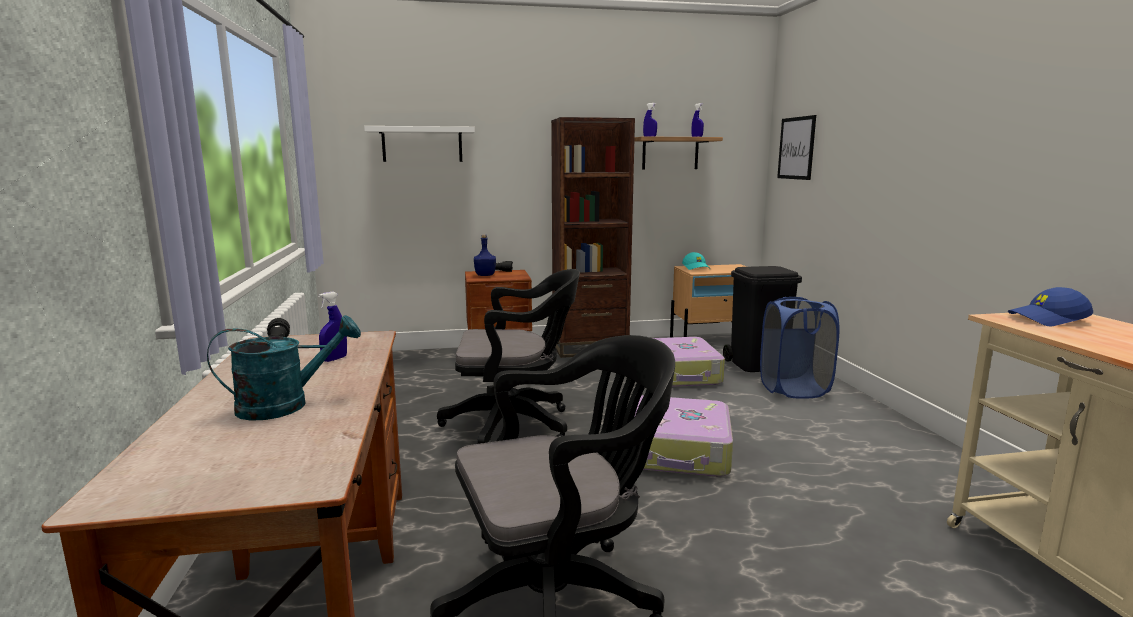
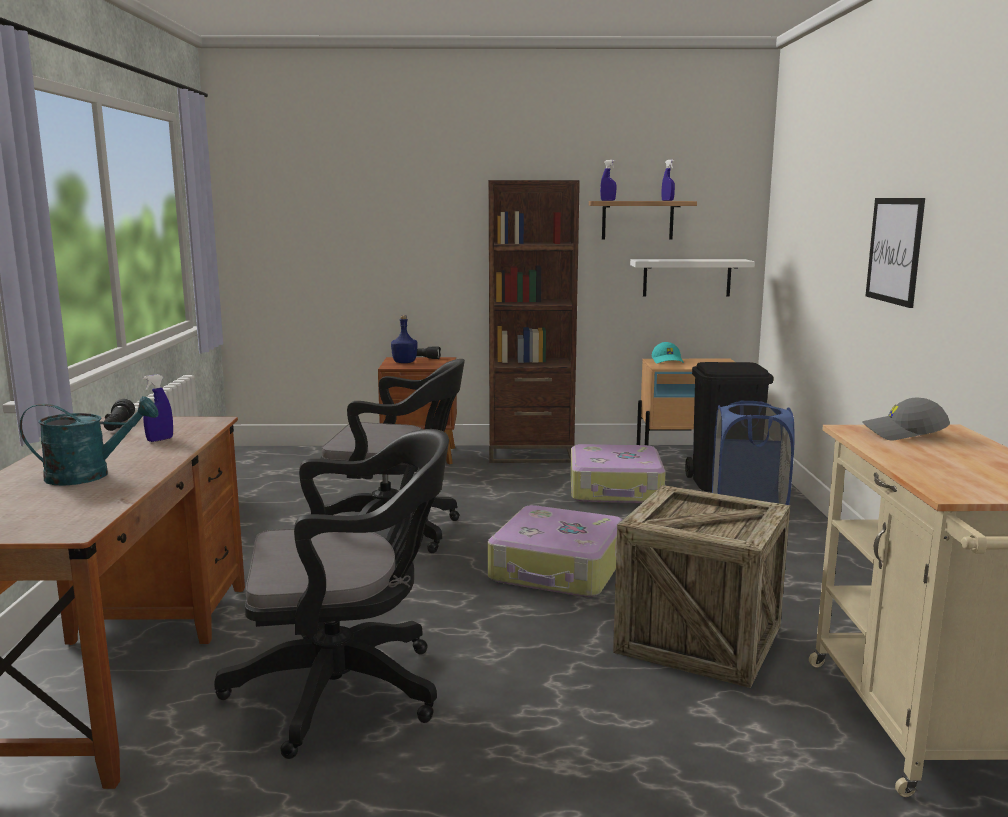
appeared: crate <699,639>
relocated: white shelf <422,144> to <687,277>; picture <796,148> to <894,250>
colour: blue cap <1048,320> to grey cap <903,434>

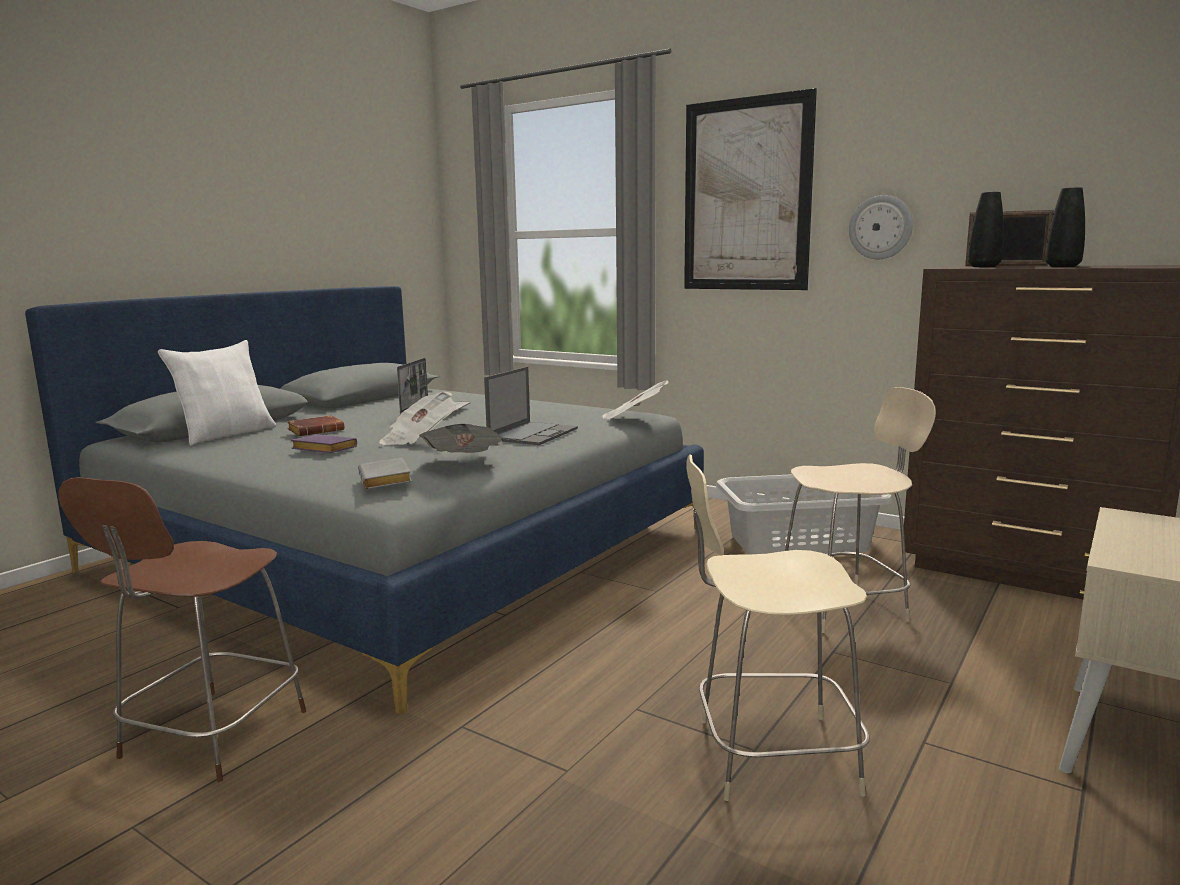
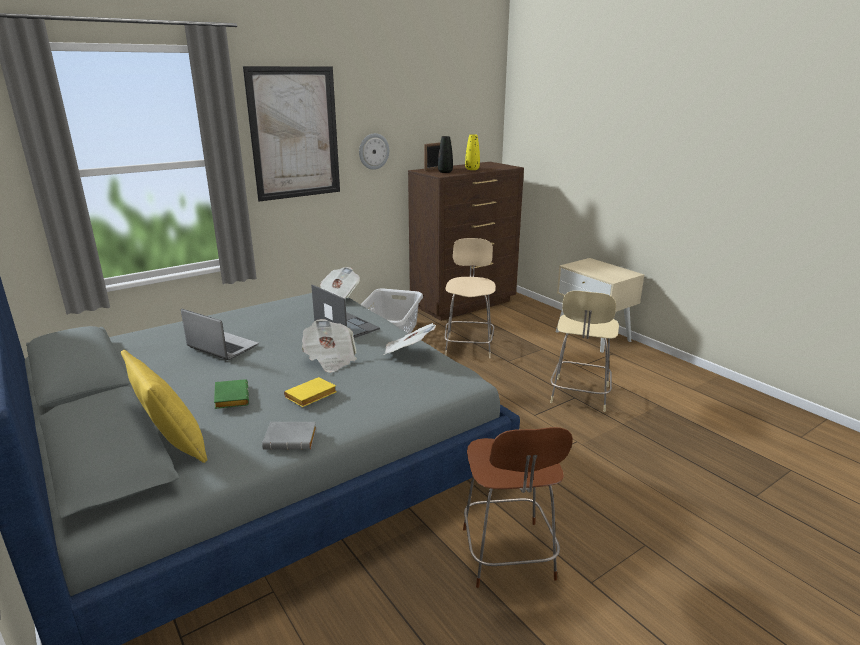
relocated: grey book <387,480> to <292,439>
colour: white pillow <226,434> to yellow pillow <173,444>; brown book <317,430> to green book <230,397>; purple book <322,449> to yellow book <310,397>; black vase <1062,266> to yellow vase <472,169>
spun: brown chair <210,737> = <508,556> 45 degrees clockwise

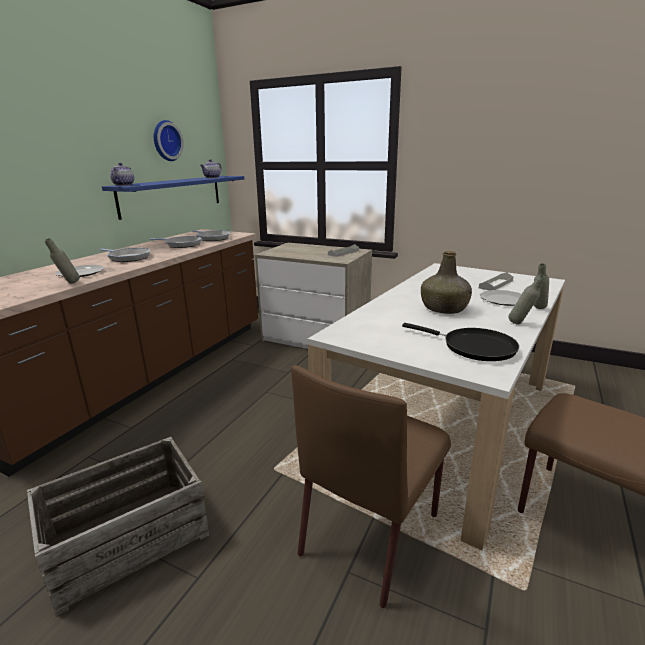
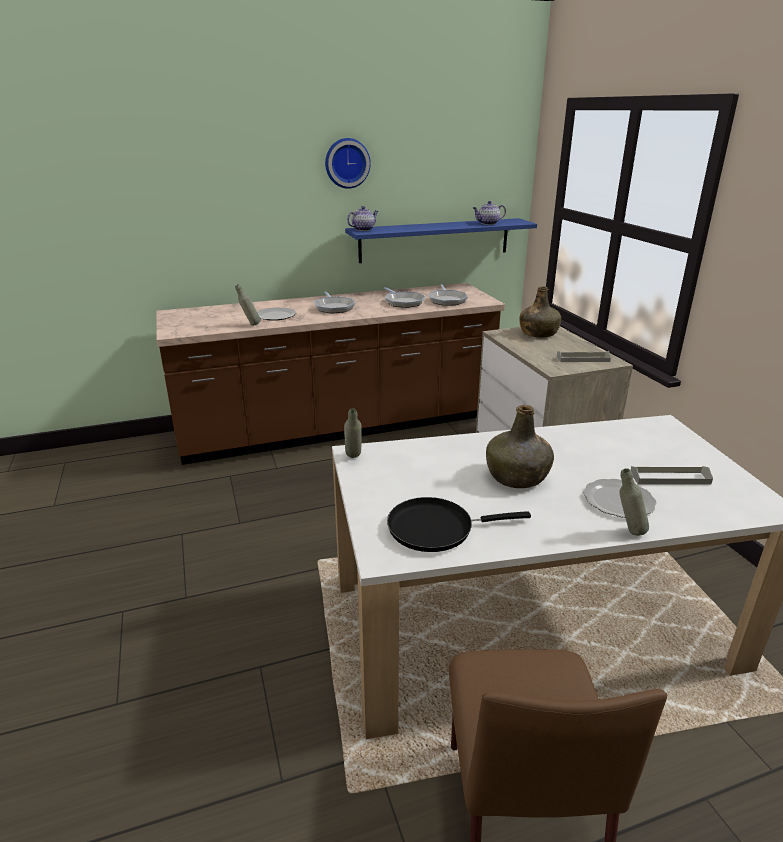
missing: crate <127,540>; brown chair <371,532>
appeared: green bottle <538,333>
relocated: wall clock <165,141> to <346,163>; grey bottle <521,324> to <353,459>
spun: black frying pan <473,347> = <436,528> 90 degrees clockwise

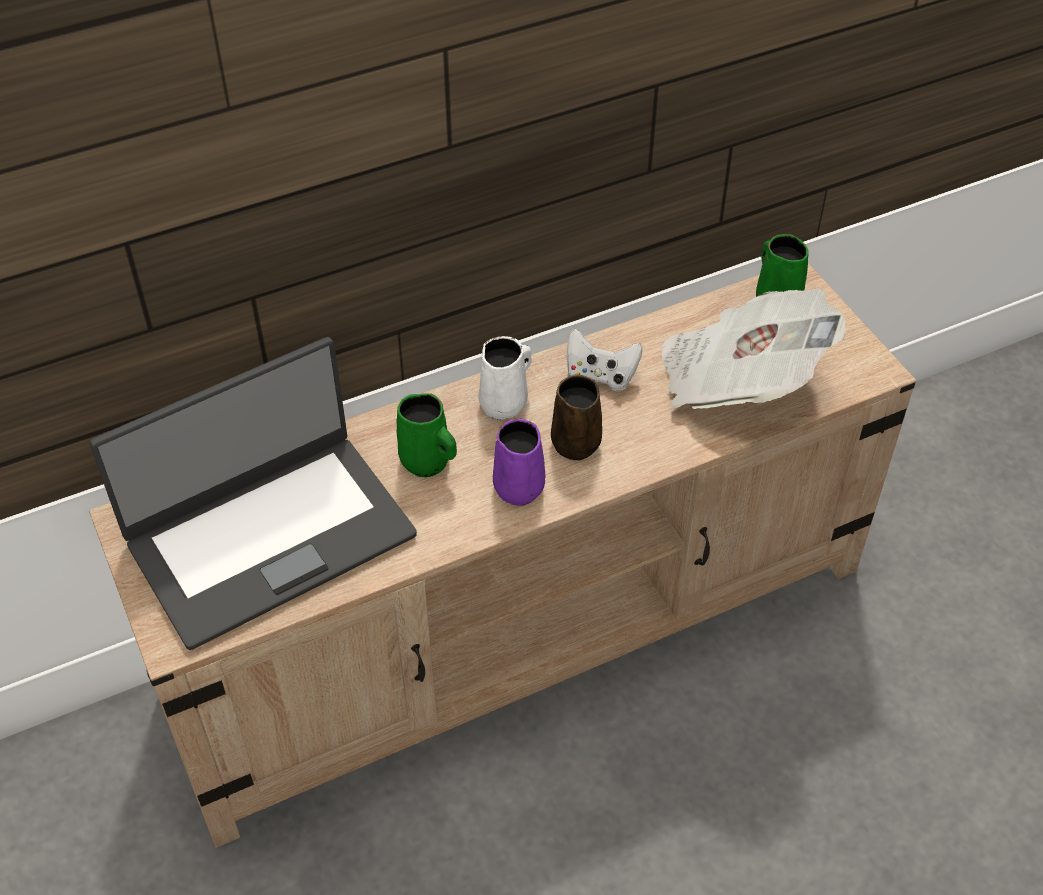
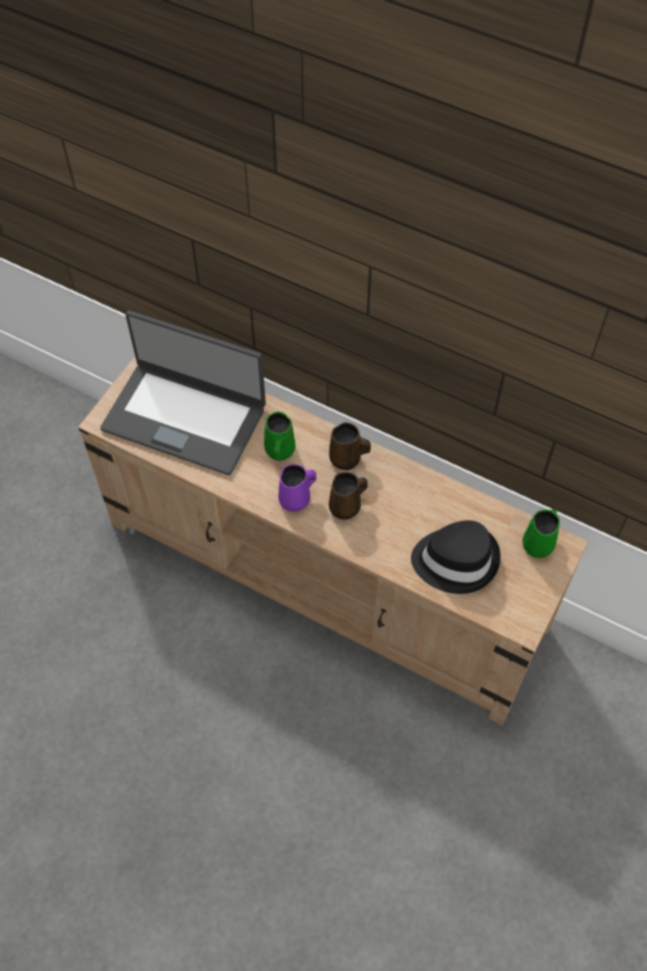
missing: white game controller <600,376>
exchanged: newspaper <739,380> to black hat <455,559>
colour: white mug <505,402> to brown mug <347,459>

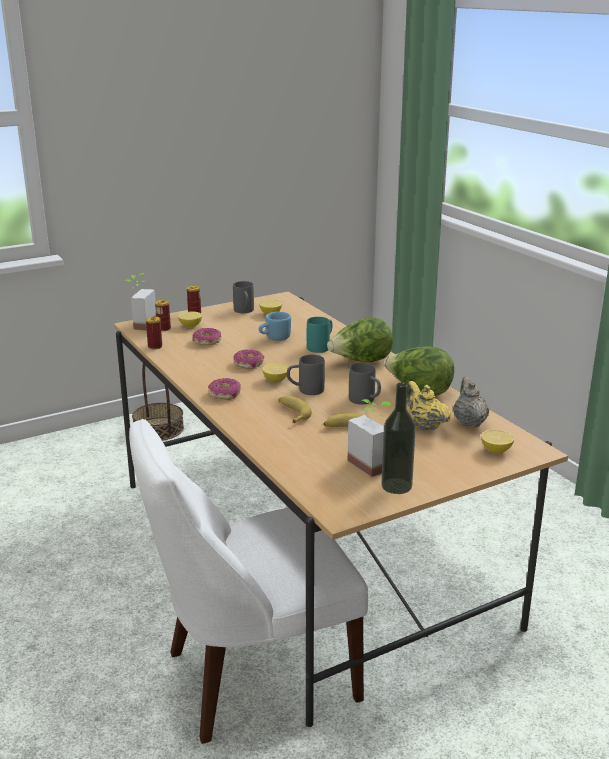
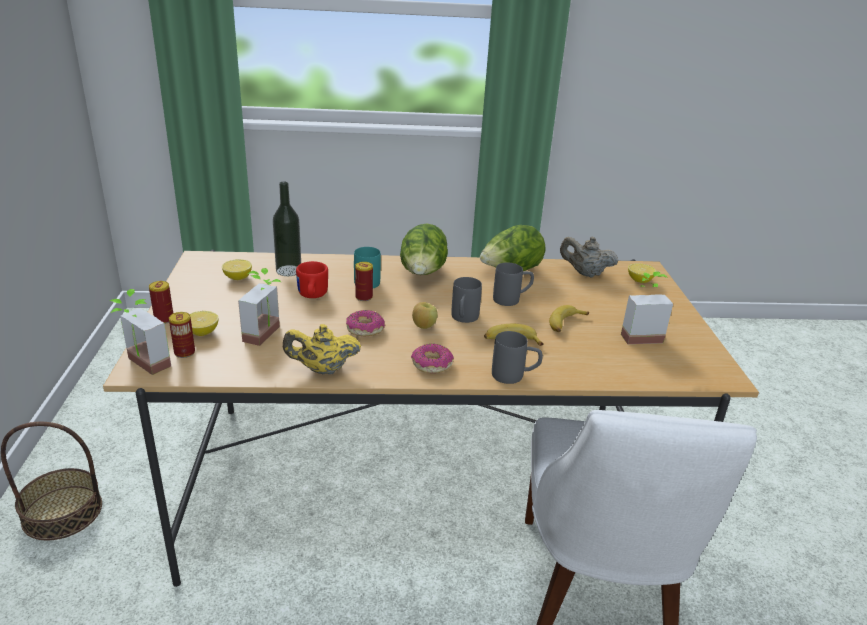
relocated: can <155,346> to <364,297>; grey mug <244,311> to <515,376>; bottle <396,486> to <288,270>; yellow teapot <424,425> to <322,369>
exchanged: donut <207,342> to potted plant <268,335>; lemon <276,380> to apple <423,326>
colour: blue mug <274,338> to red mug <312,296>

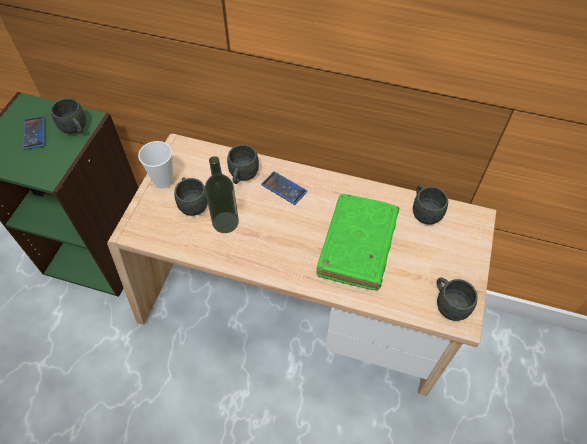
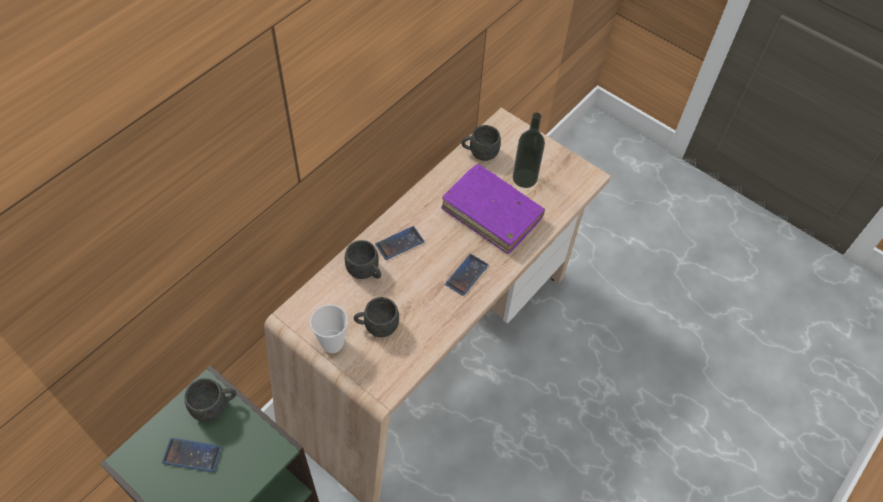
missing: grey mug <448,304>
appeared: phone <466,275>
relocated: bottle <225,222> to <524,178>
colour: green book <357,246> to purple book <491,214>

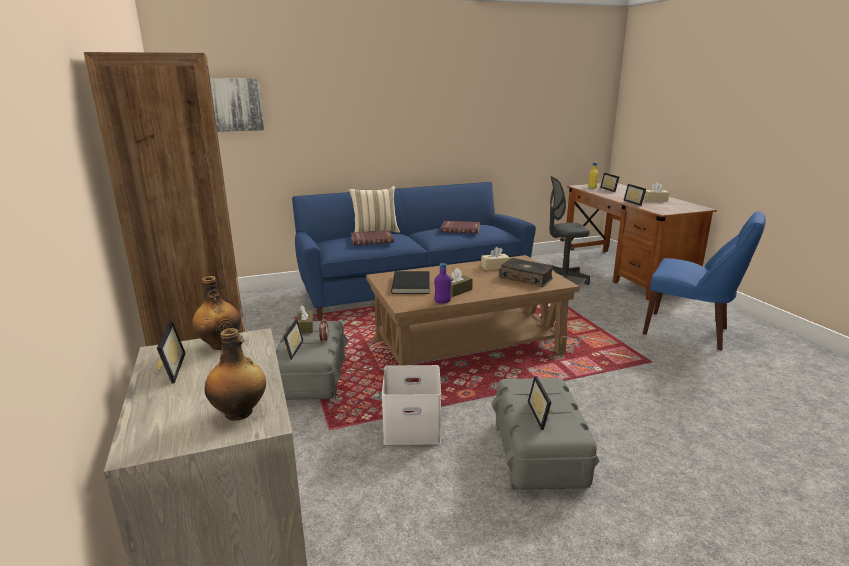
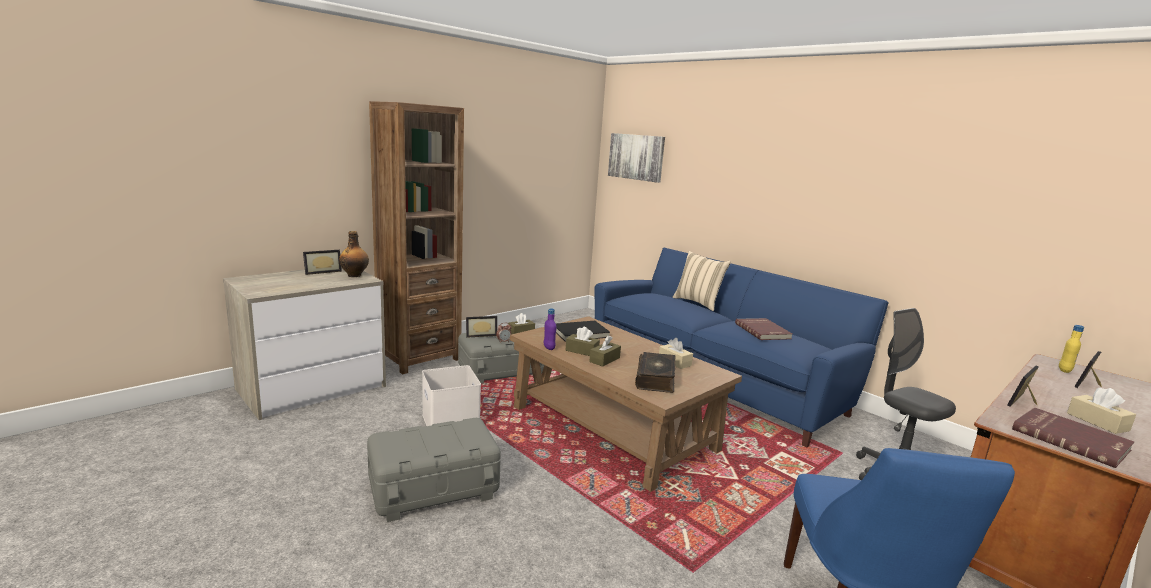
missing: bottle <240,413>; picture frame <542,415>
appeared: brown tissue box <604,360>
relocated: red book <372,239> to <1070,439>

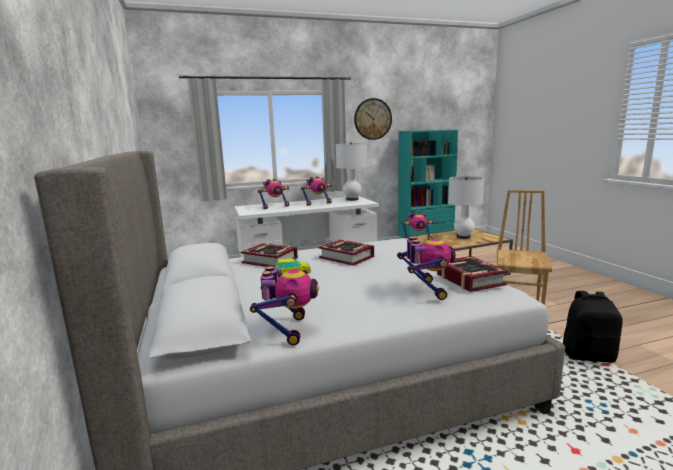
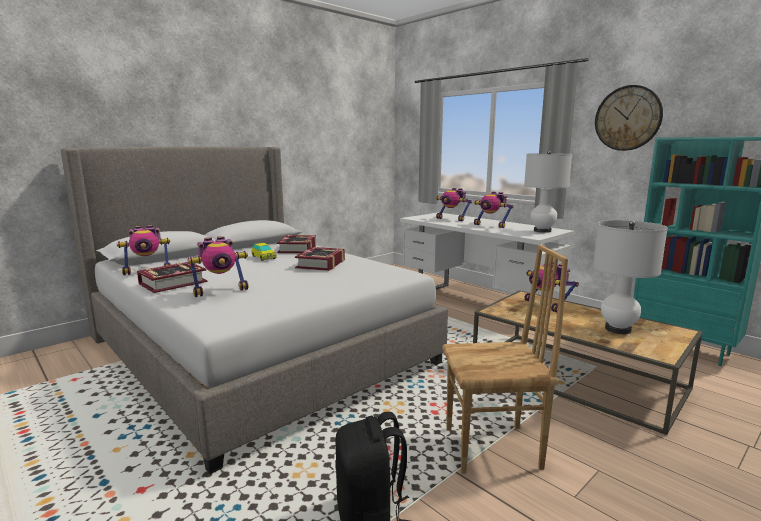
relocated: book <469,279> to <173,283>

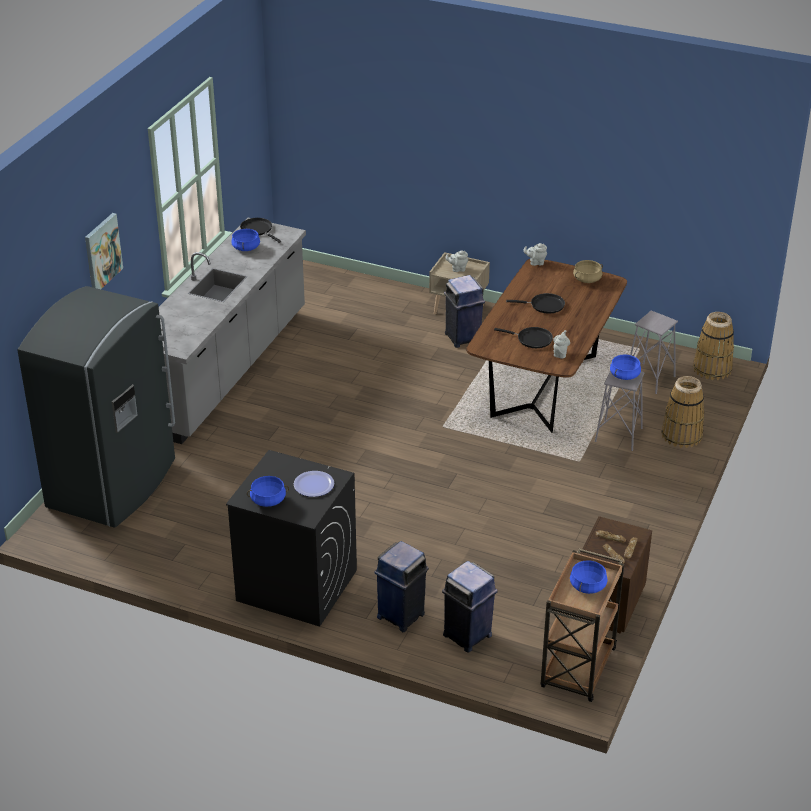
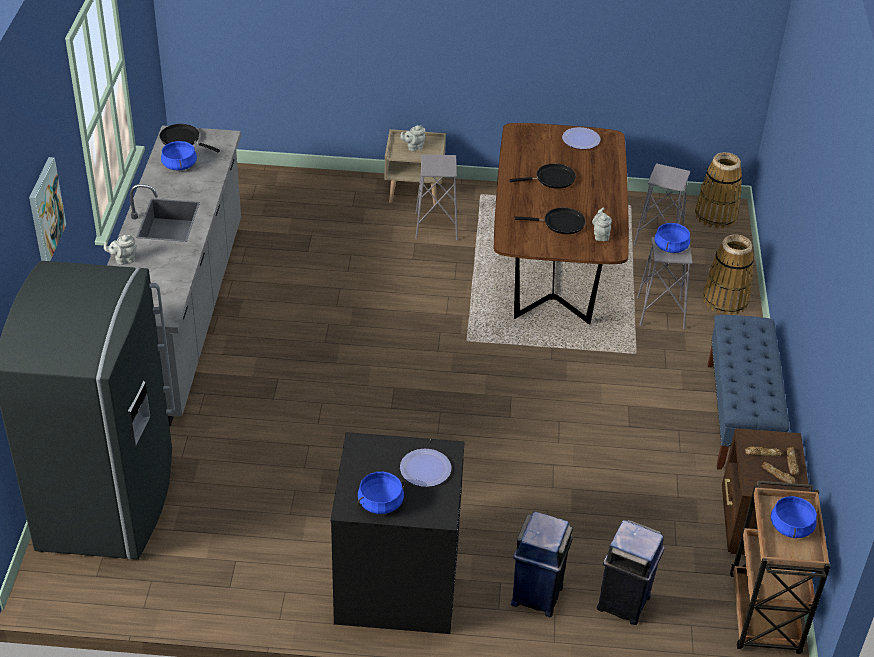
appeared: blue bench <739,417>
relocated: grey teapot <535,262> to <123,260>
exchanged: blue trash can <463,338> to grey stool <436,226>; beige cooking pot <587,279> to plate <581,139>

